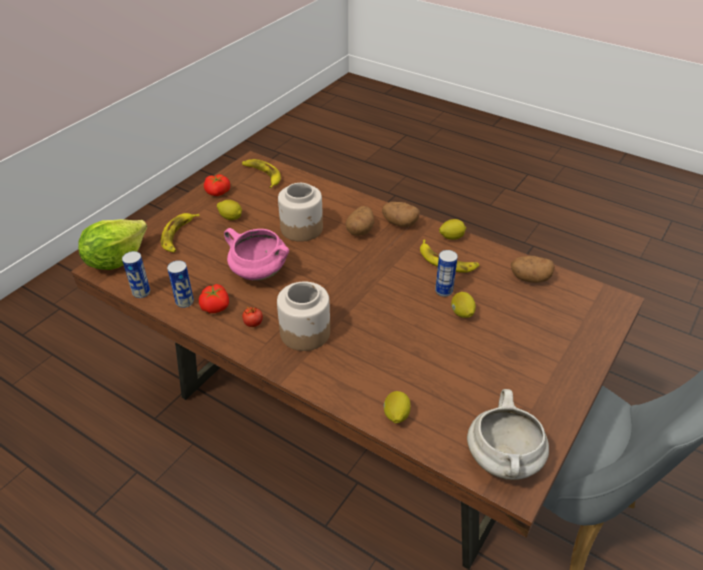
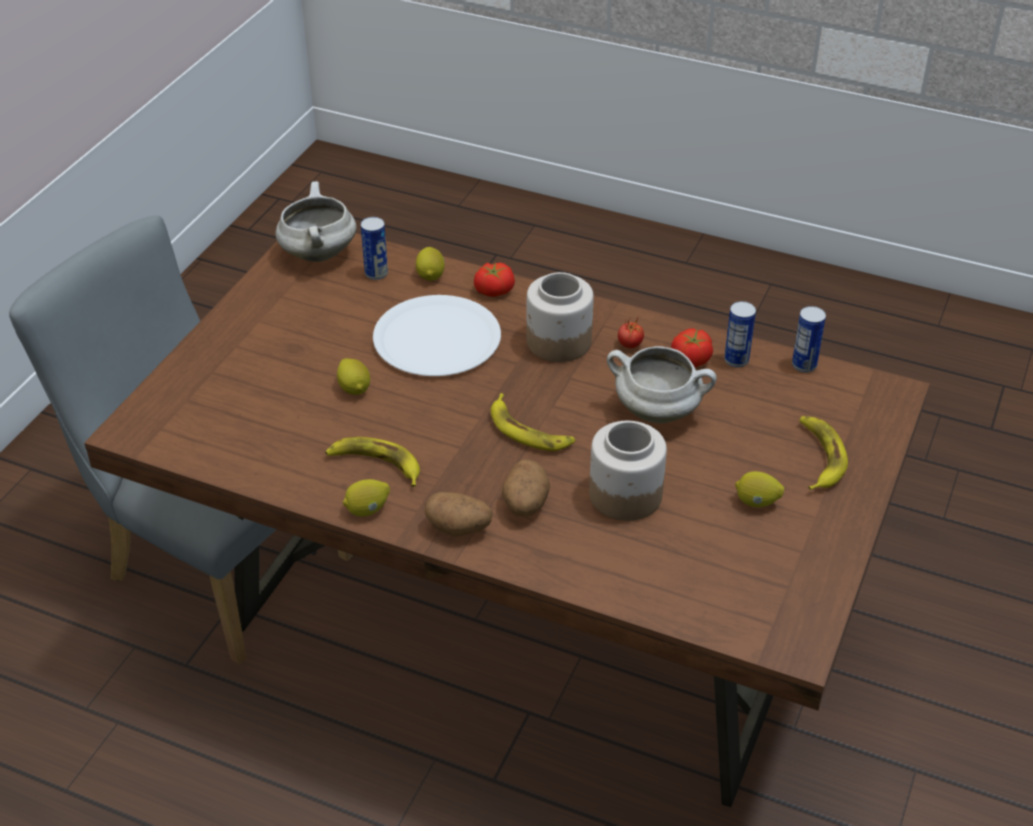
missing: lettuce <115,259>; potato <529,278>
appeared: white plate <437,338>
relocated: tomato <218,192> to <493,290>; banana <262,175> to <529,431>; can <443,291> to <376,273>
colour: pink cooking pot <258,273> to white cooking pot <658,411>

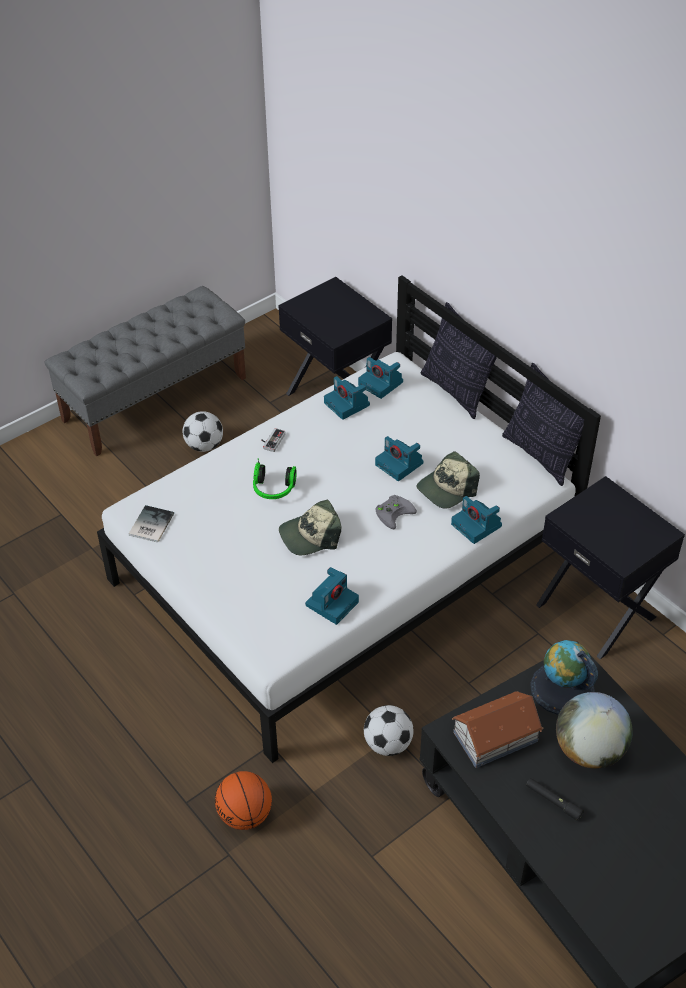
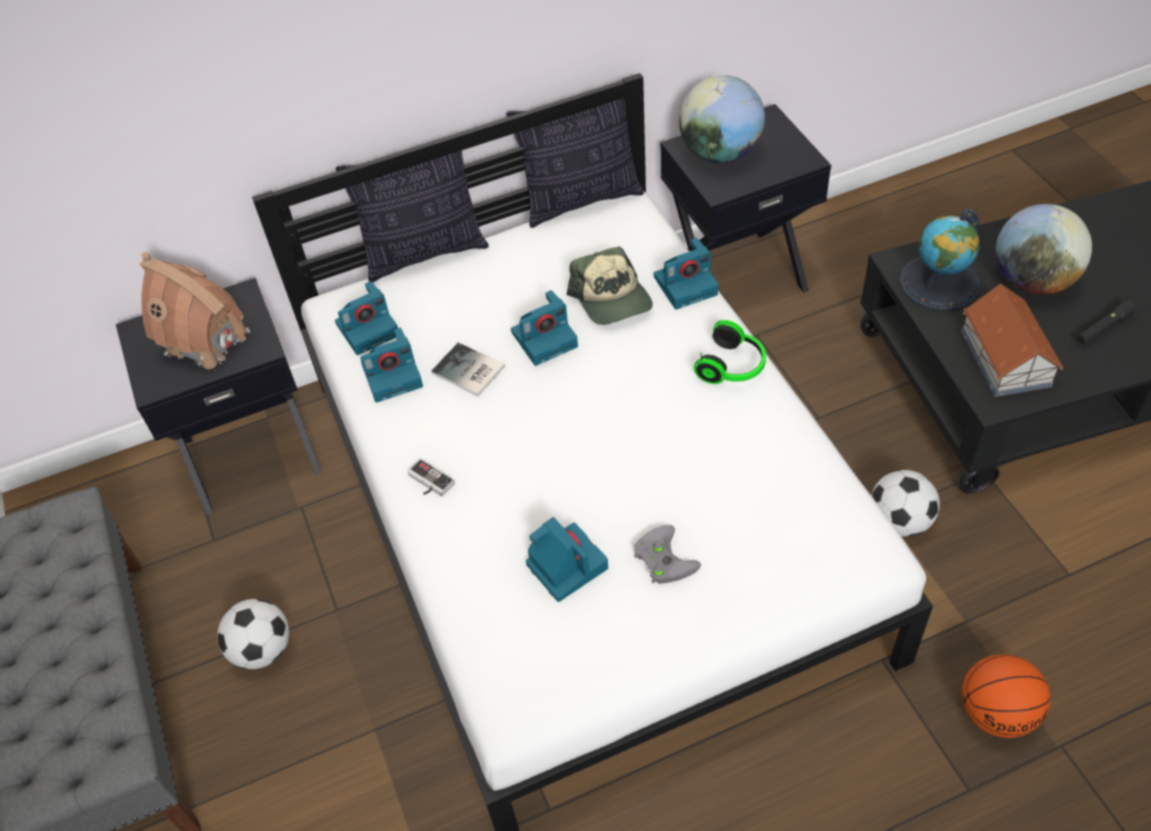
missing: cap <310,535>
appeared: toy house <207,341>; globe <720,153>
relocated: book <149,525> to <468,372>; headphones <273,490> to <733,366>; photo camera <332,603> to <565,565>; grey game controller <394,512> to <661,558>

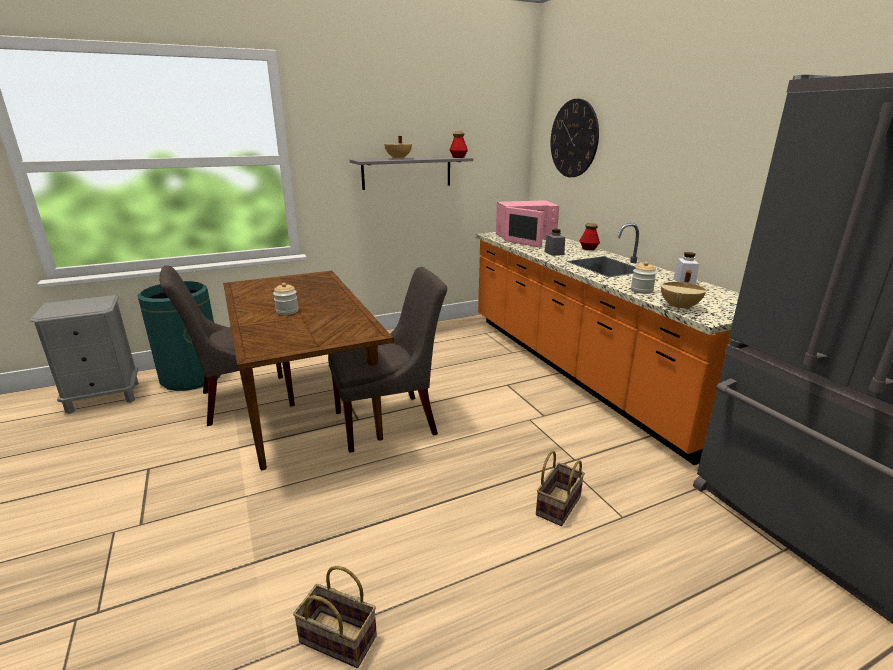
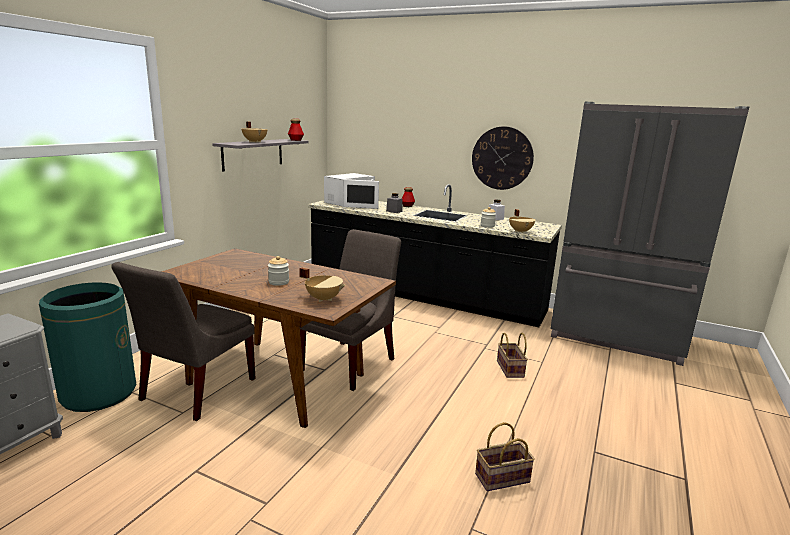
appeared: beige cooking pot <324,298>
relocated: wall clock <574,139> to <502,158>
colour: orange counter <581,370> to black counter <423,295>; pink microwave <524,237> to white microwave <350,203>

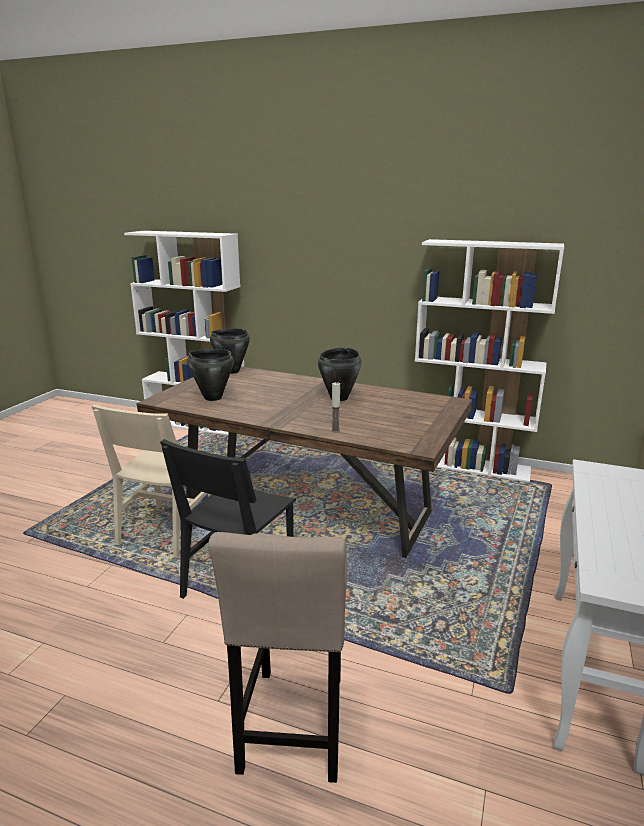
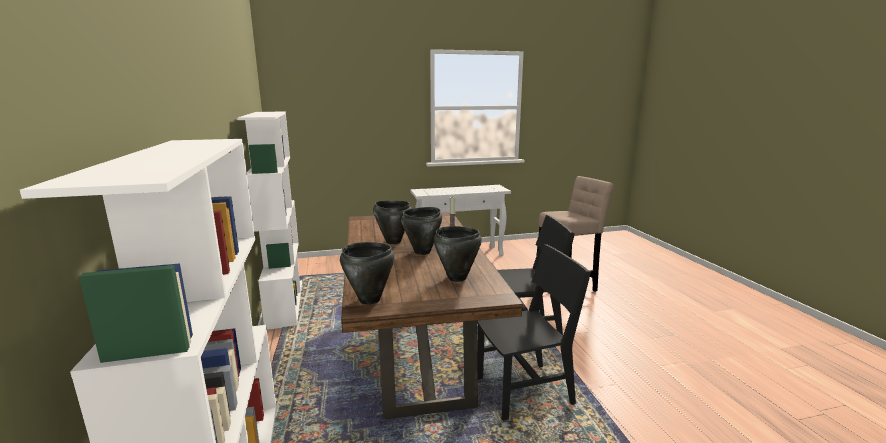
appeared: black cooking pot <422,252>
colour: beige chair <166,530> to black chair <524,391>

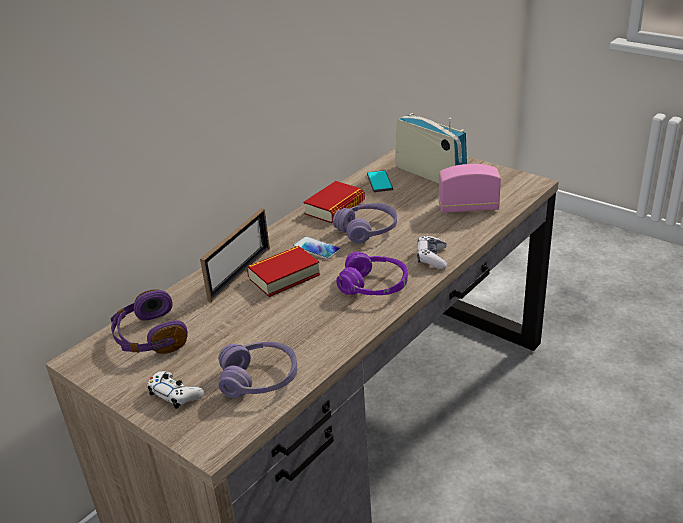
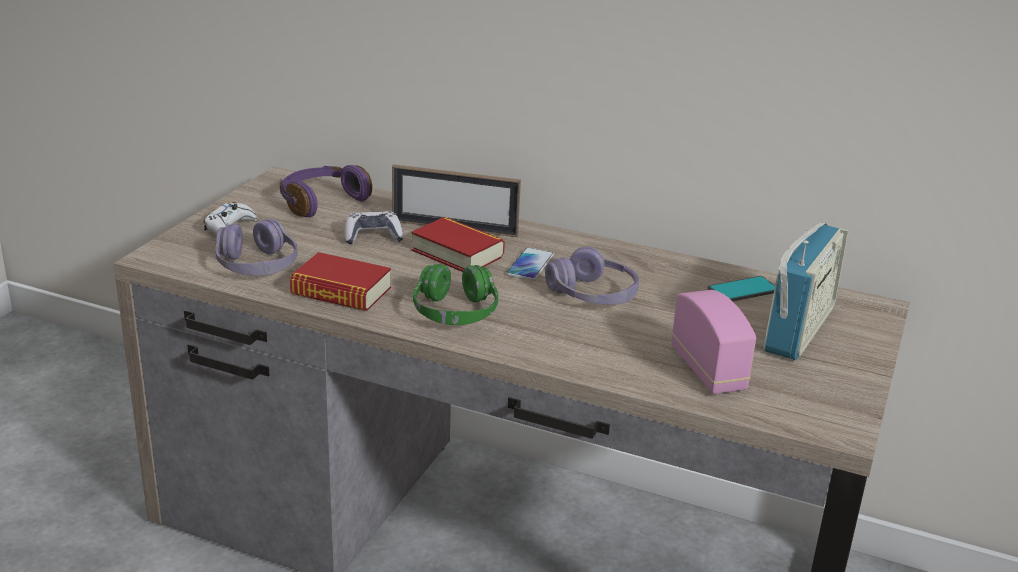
relocated: book <335,208> to <341,291>; game controller <432,258> to <373,236>
colour: purple headphones <374,286> to green headphones <455,312>

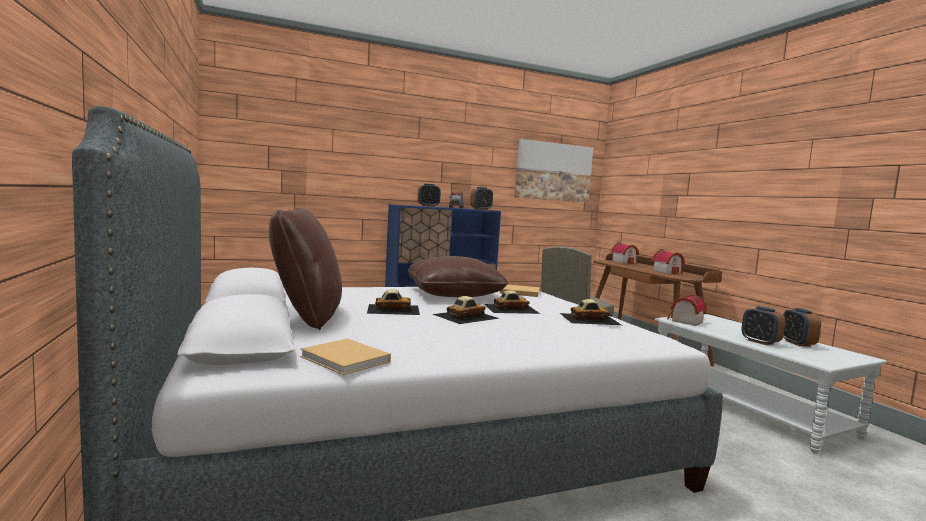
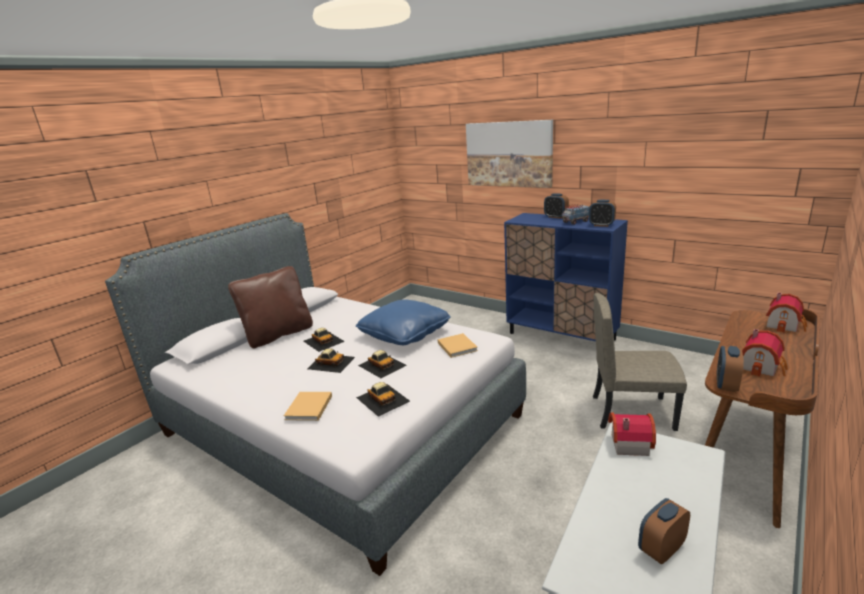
relocated: beige book <346,360> to <308,408>; picture <553,171> to <509,154>; alarm clock <760,342> to <726,385>
colour: brown pillow <454,294> to blue pillow <405,334>

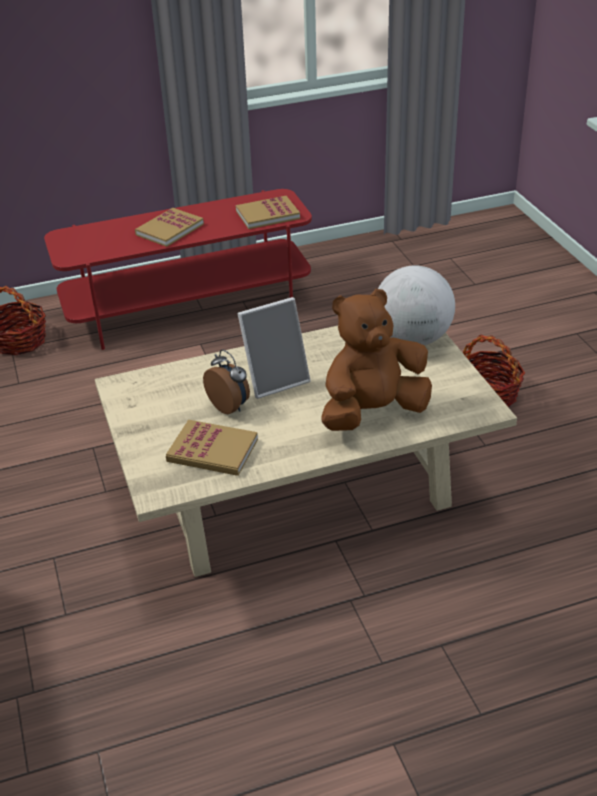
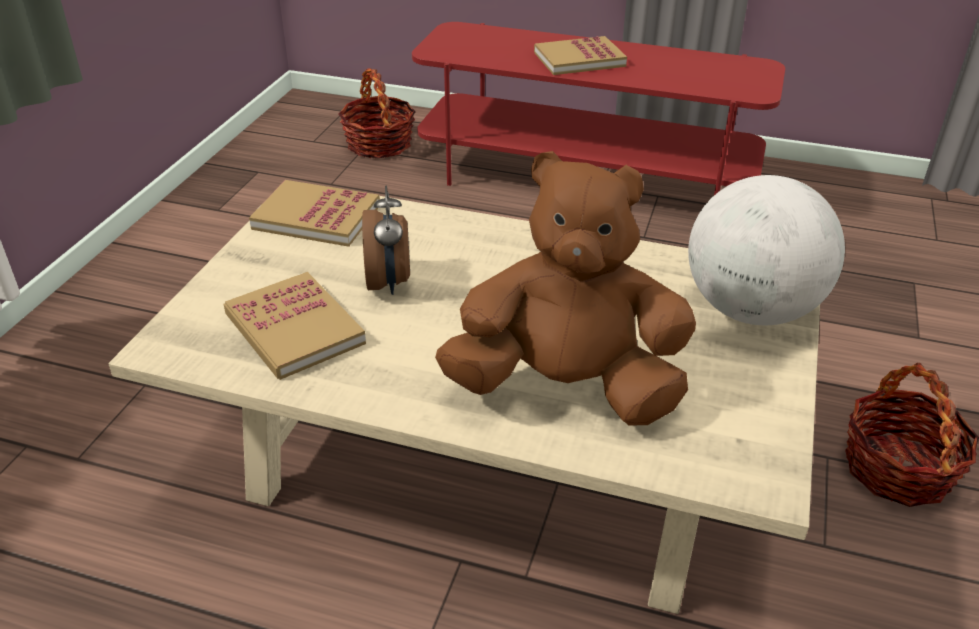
missing: picture frame <275,379>
relocated: book <267,215> to <317,217>

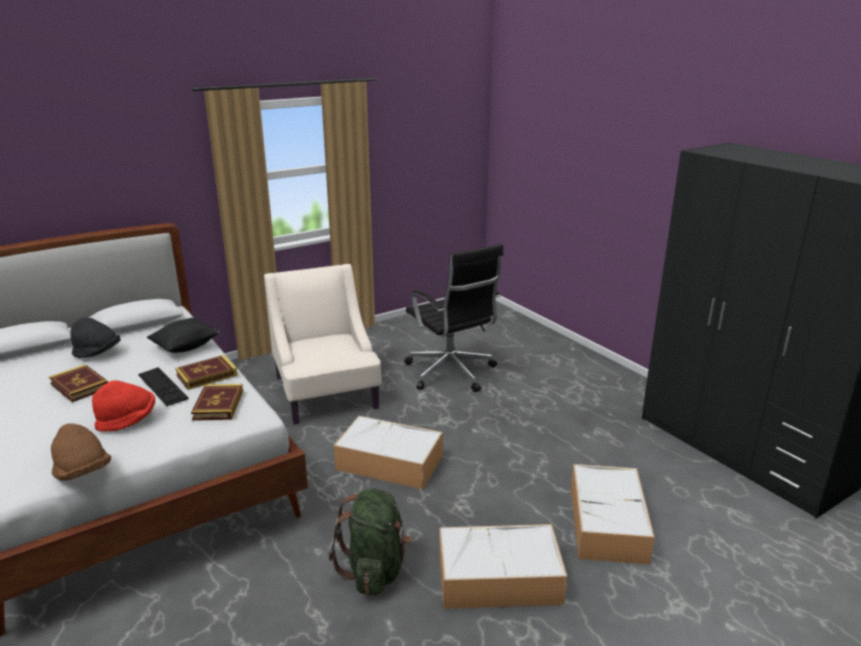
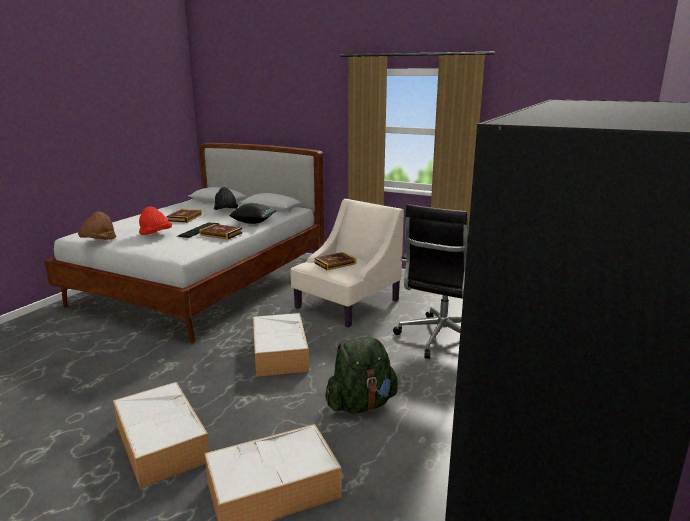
relocated: book <218,405> to <335,263>; green backpack <375,569> to <361,404>

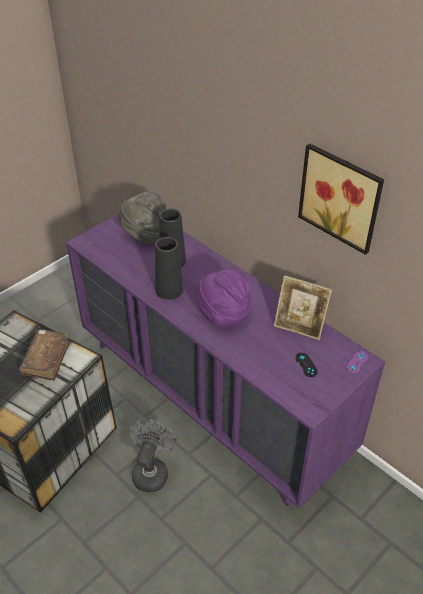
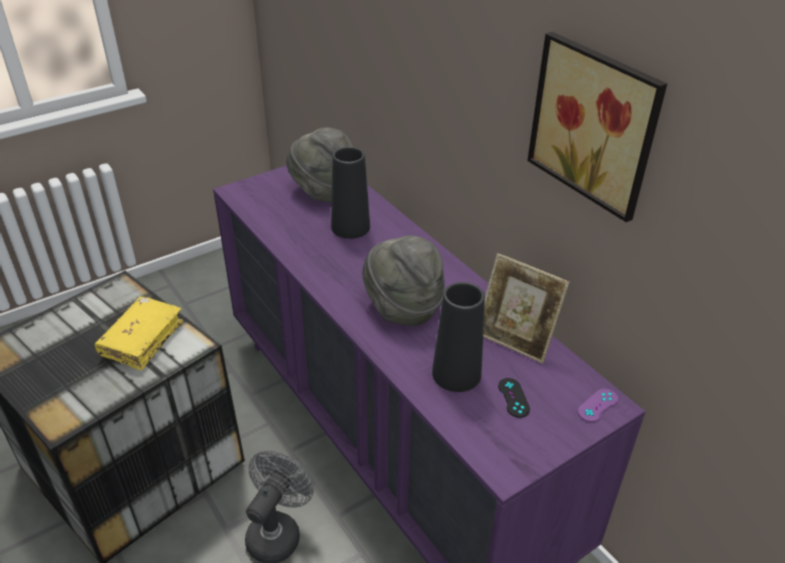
relocated: black vase <169,289> to <456,374>
colour: brown book <46,359> to yellow book <142,339>; purple hat <223,314> to grey hat <403,307>

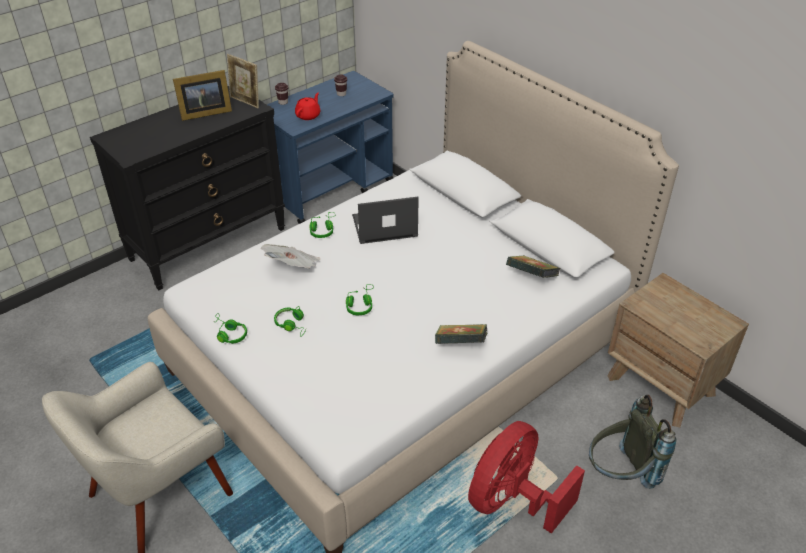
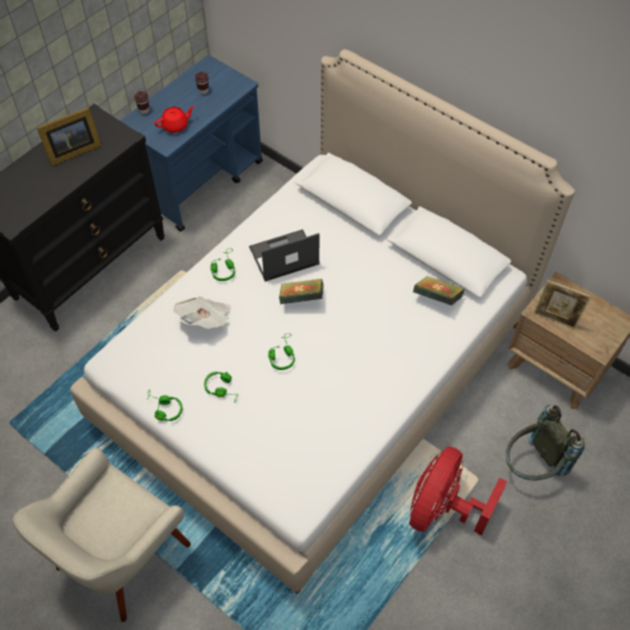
relocated: picture frame <245,102> to <555,319>; book <460,345> to <301,299>
spun: red teapot <308,115> = <176,125> 45 degrees clockwise

